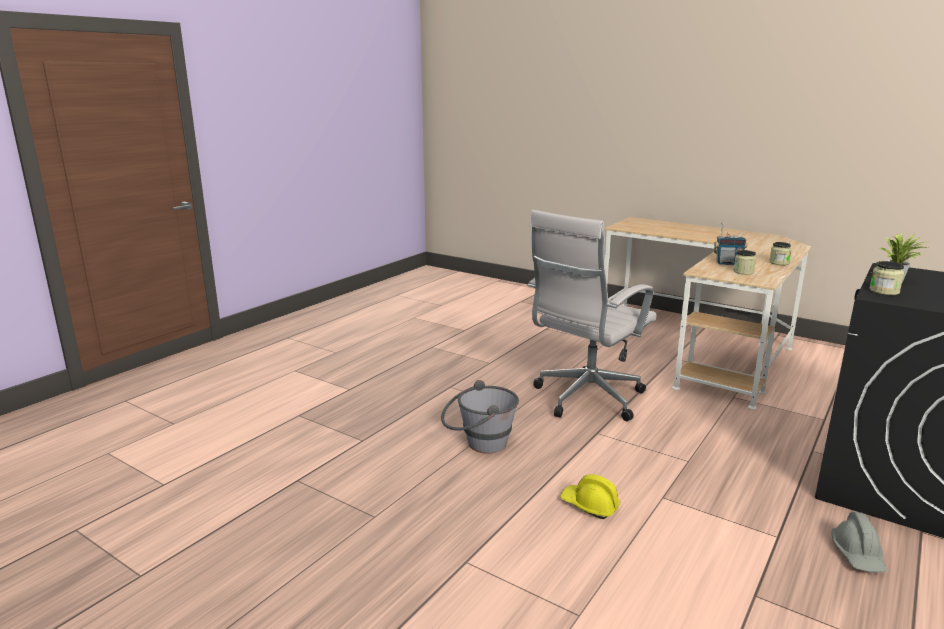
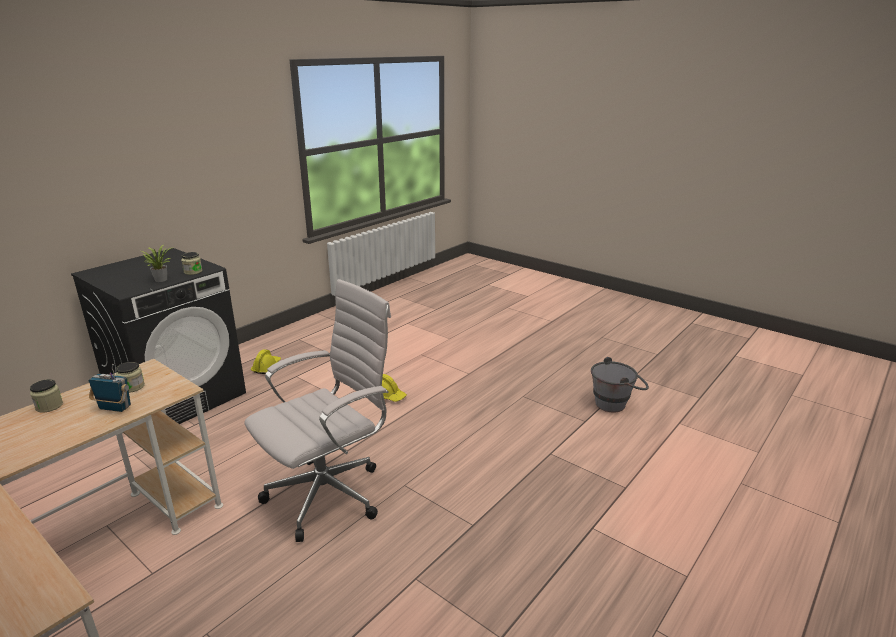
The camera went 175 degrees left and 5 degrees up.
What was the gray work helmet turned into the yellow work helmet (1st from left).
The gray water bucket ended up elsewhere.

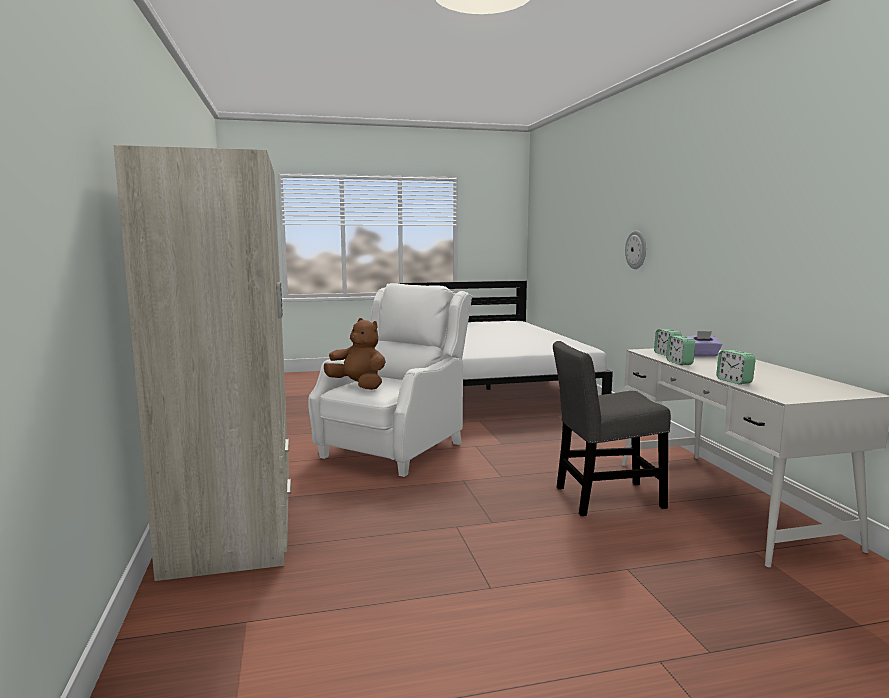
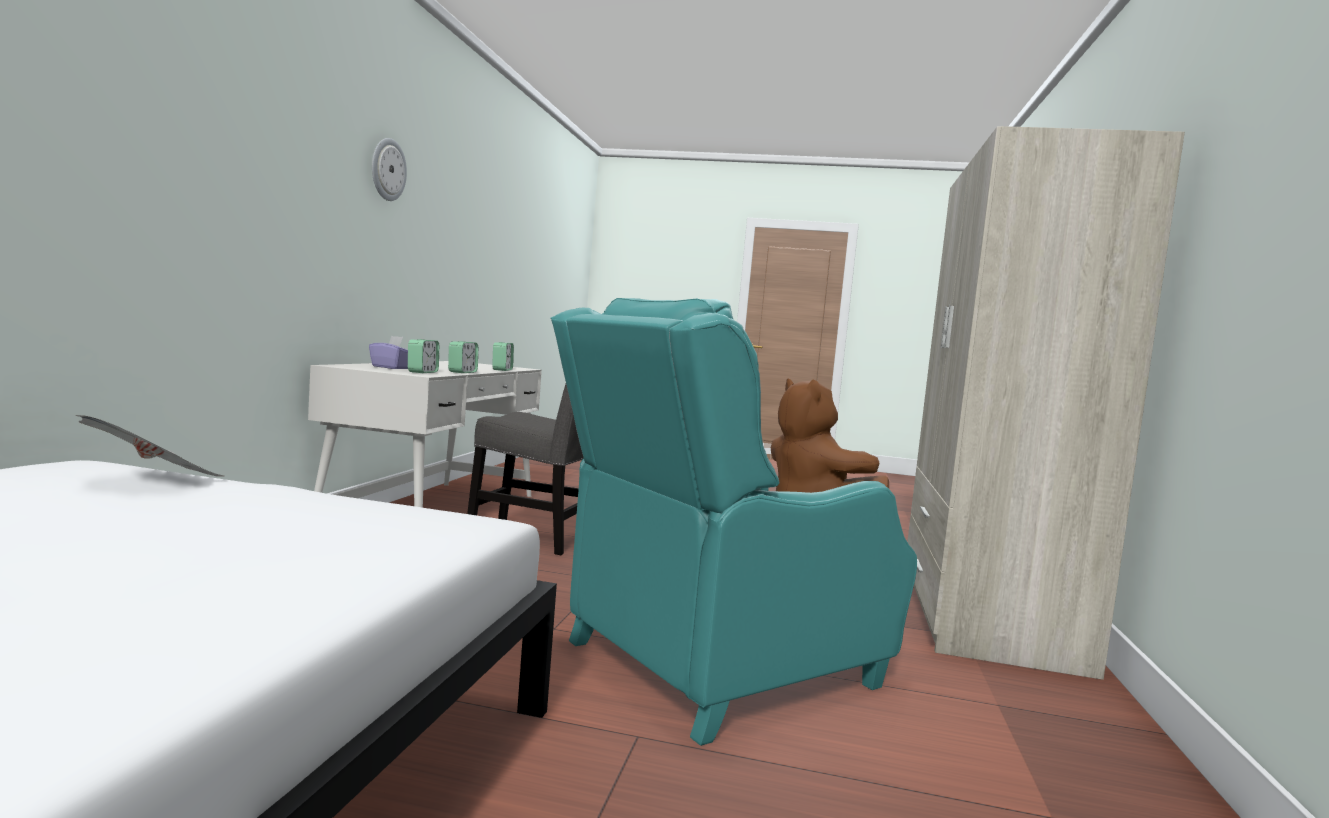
The camera went 155 degrees left and 5 degrees down.
The second view gained the newspaper.
The clock on the wall ended up elsewhere.
What was the white lounge chair turned into the blue-green lounge chair.

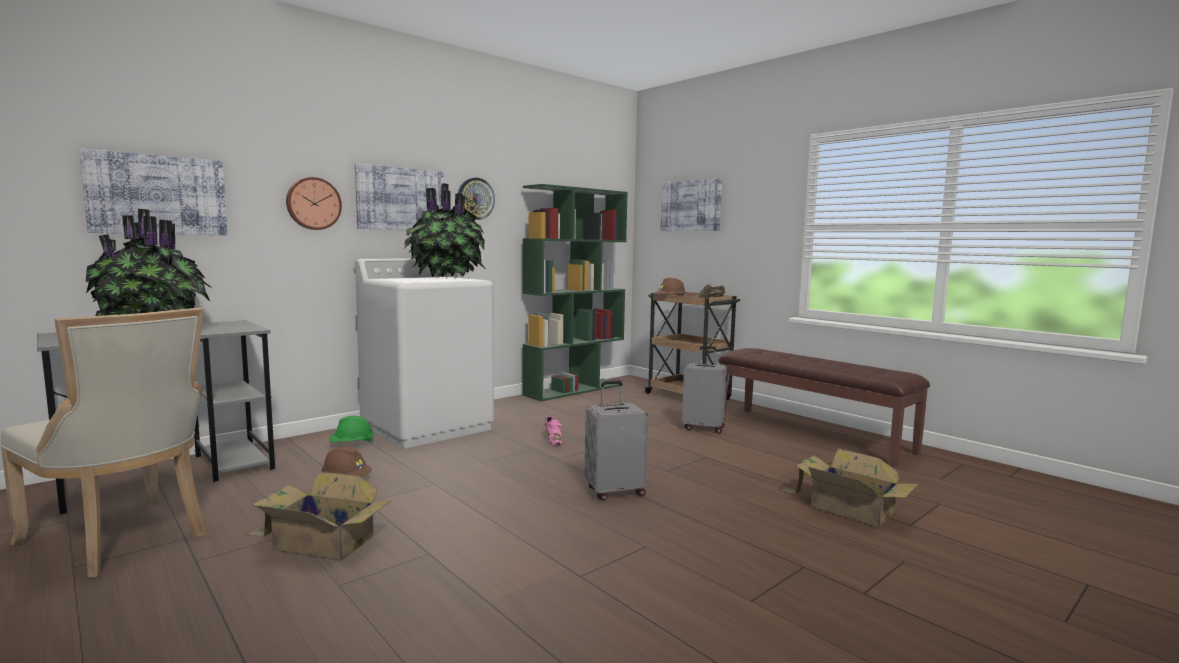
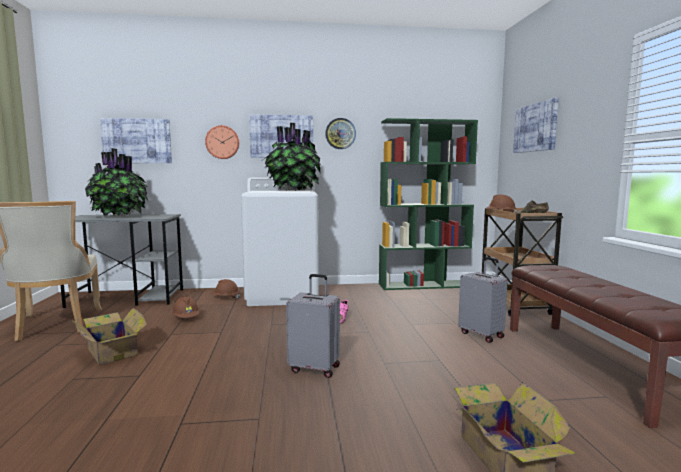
The camera went 35 degrees right and 0 degrees up.
What was the green-coloured work helmet turned into the brownish work helmet (2nd from left).

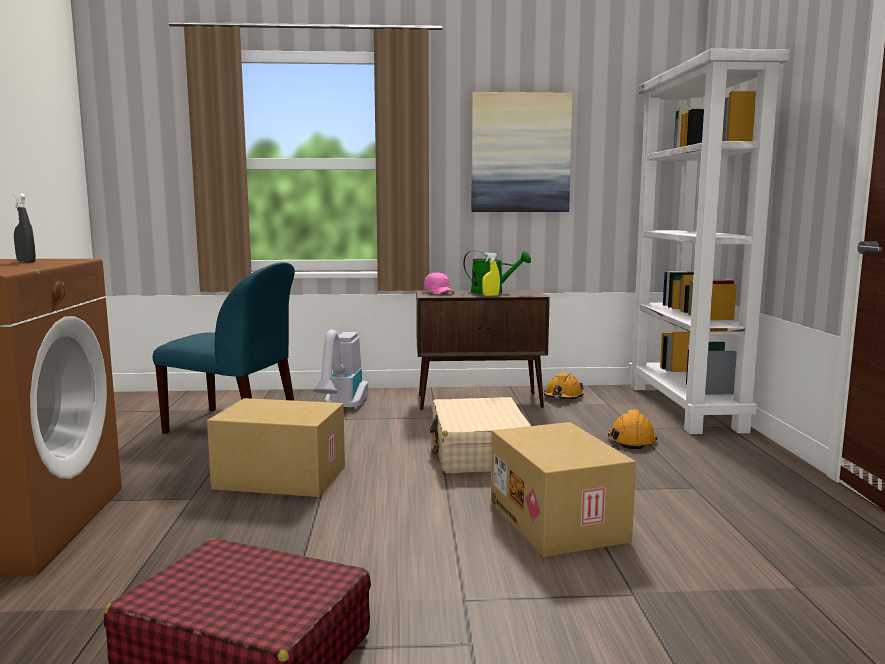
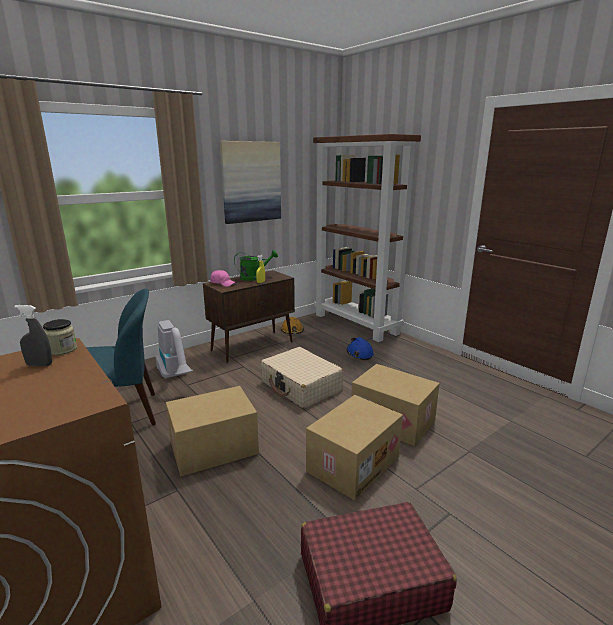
The camera went 35 degrees left and 10 degrees up.
The second view gained the jar.
The second view gained the cardboard box (2nd from left).
What was the white shelving unit turned into the brownish shelving unit.
What was the orange work helmet (2nd from left) turned into the blue work helmet.

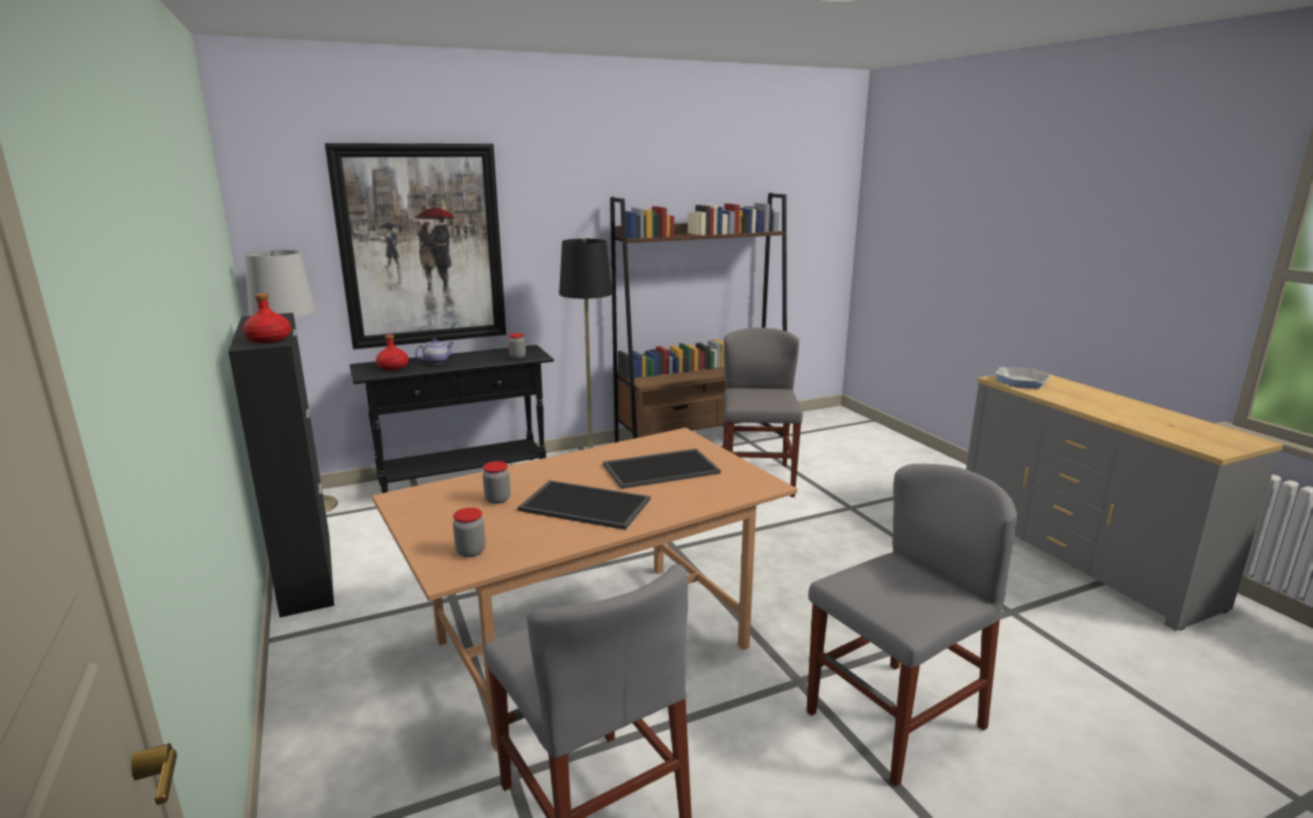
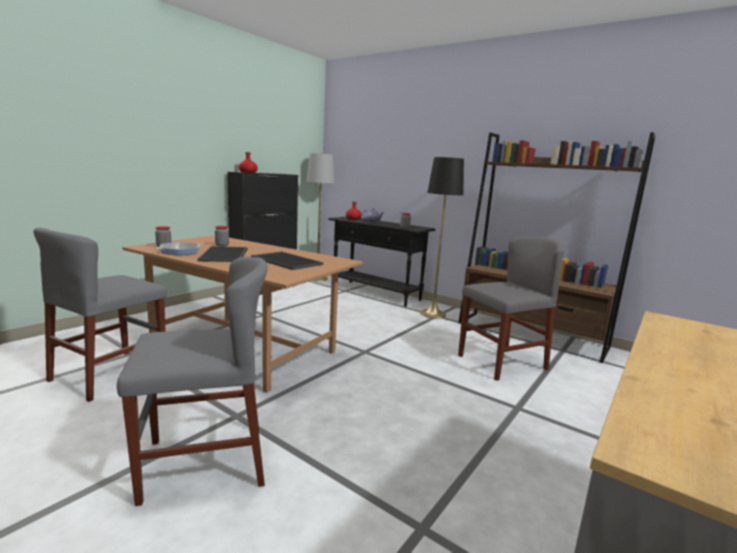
The camera went 60 degrees right and 5 degrees down.
The gray chair (3rd from left in the first image) ended up facing another way, 45 degrees counterclockwise from before.
The frying pan ended up elsewhere.
The second view lost the wall art.

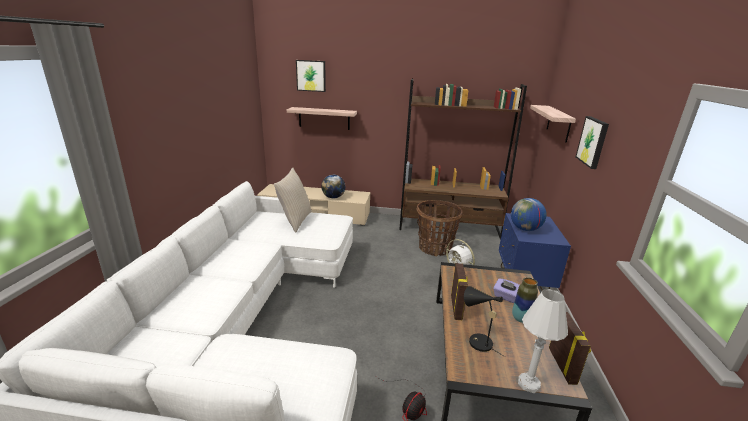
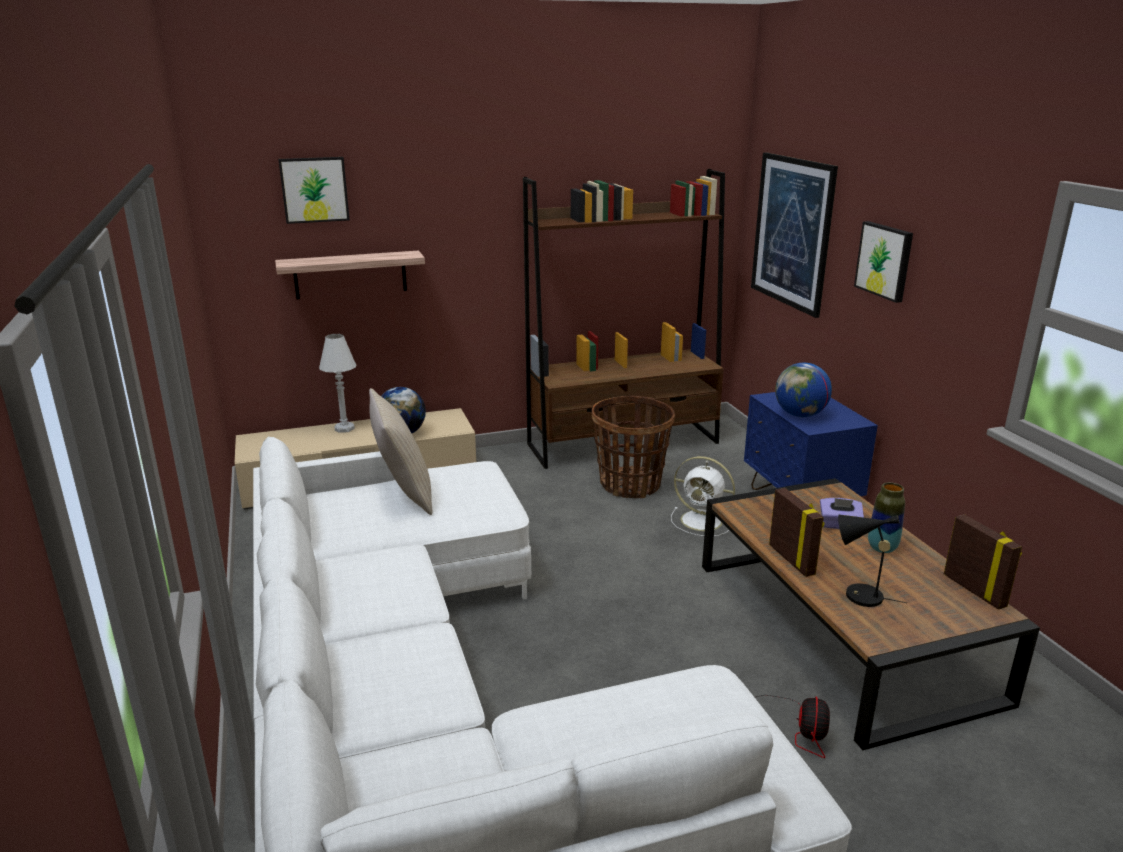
The camera went 25 degrees left and 0 degrees up.
The white lamp for a table ended up elsewhere.
Where the shelf (2nd from left) hung, the wall art (2nd from left) came to hang.

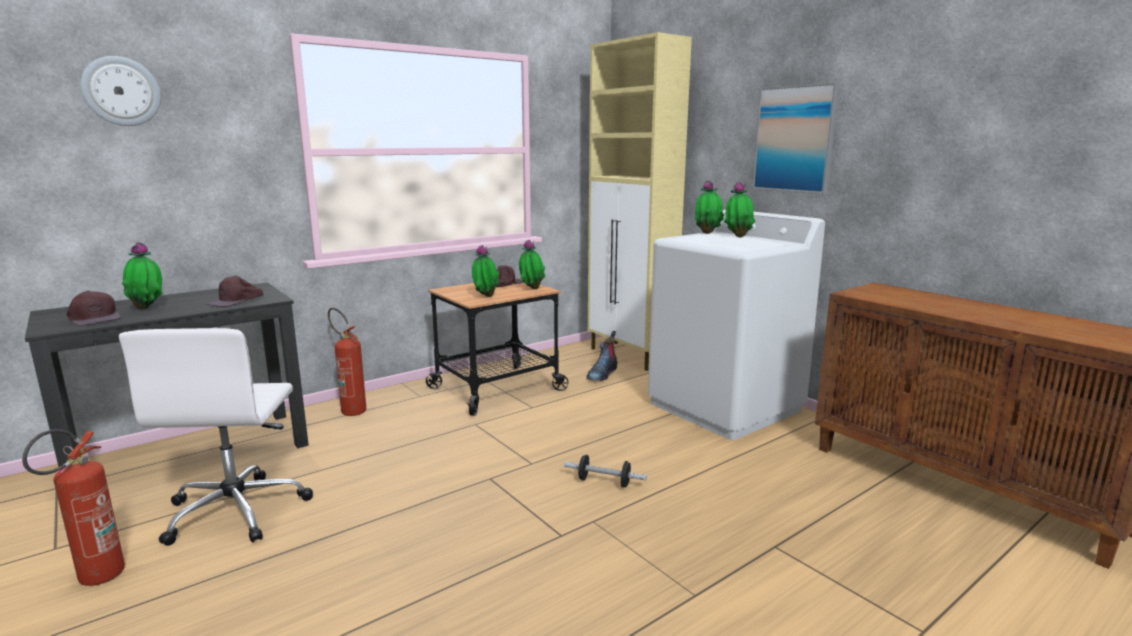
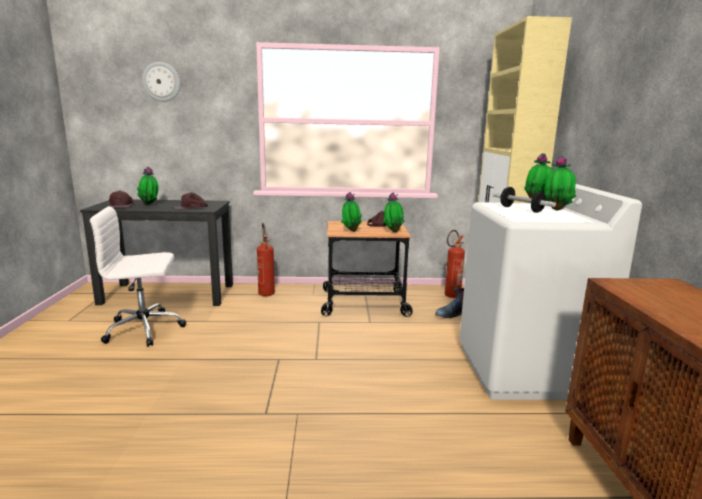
The camera went 35 degrees right and 0 degrees up.
The white desk chair ended up facing another way, 45 degrees clockwise from before.
The fire-fighting cylinder (1st from left in the first image) ended up elsewhere.
The dumbbell ended up elsewhere.
The second view lost the wall art.

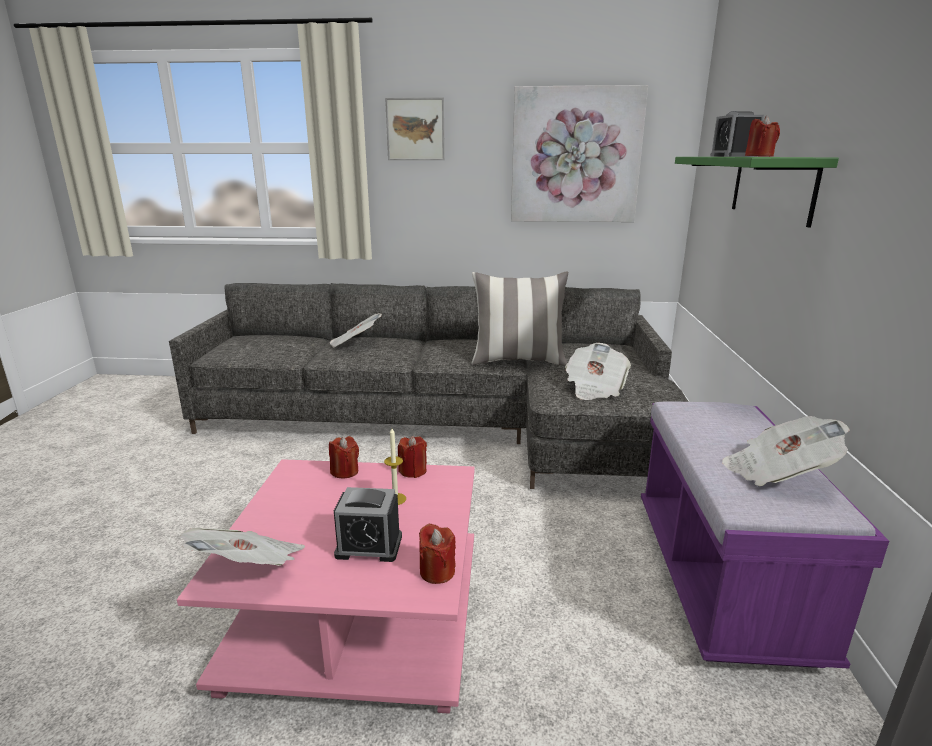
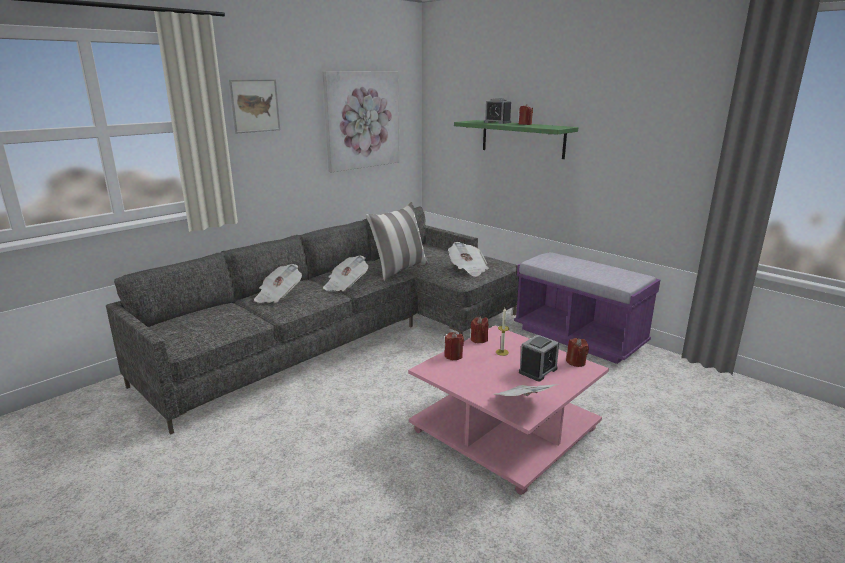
The camera went 50 degrees left and 0 degrees up.
The newspaper (4th from left in the first image) ended up elsewhere.

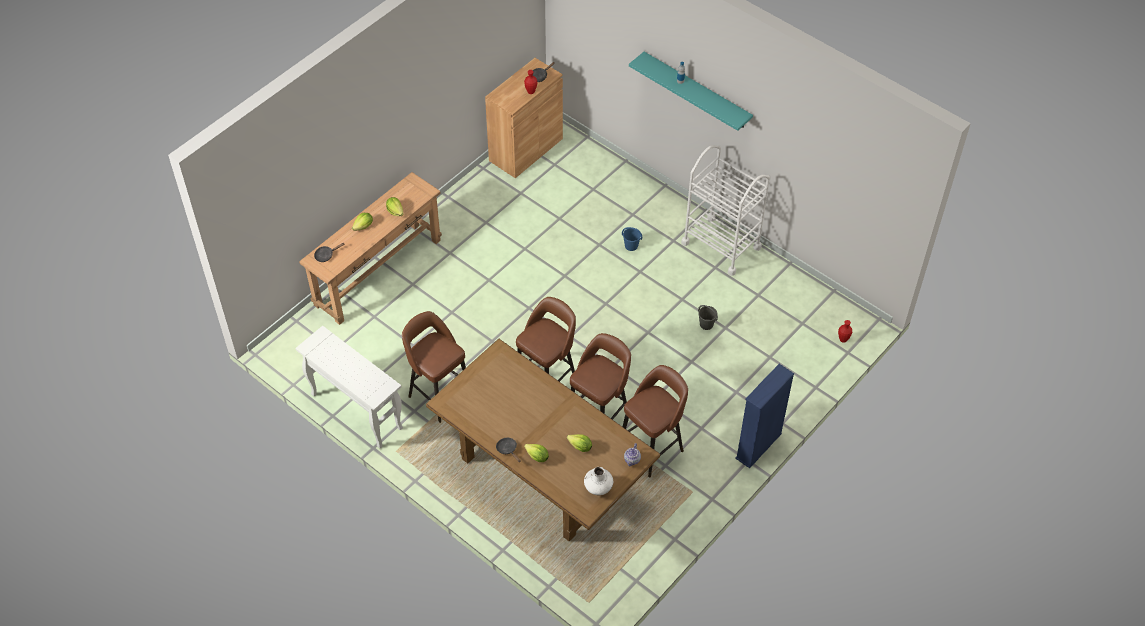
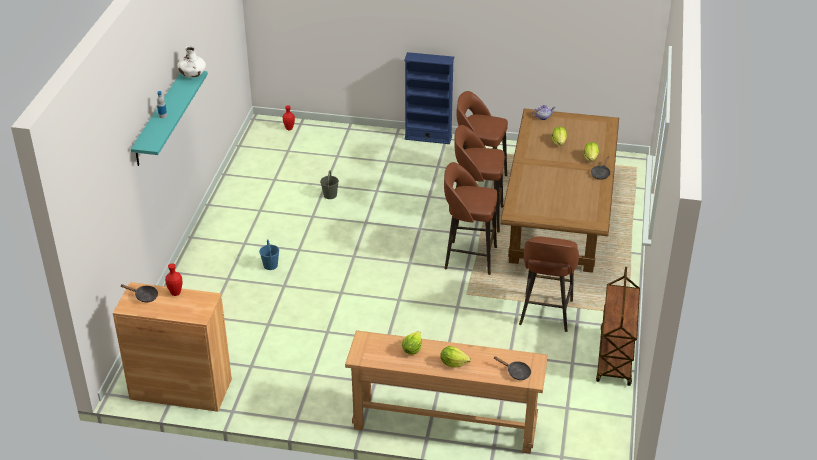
The camera went 120 degrees left and 15 degrees down.
The white decorative vase ended up elsewhere.
Where the white narrow table stood, the brownish trolley came to stand.
The second view lost the white trolley.

